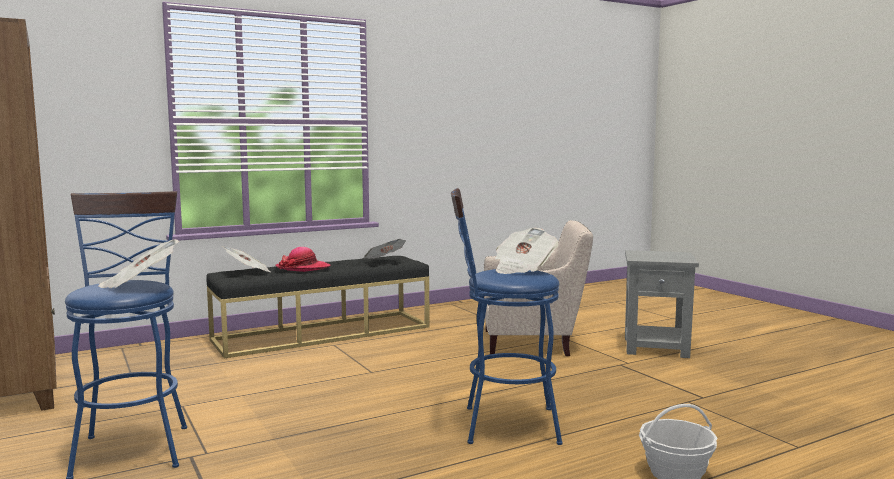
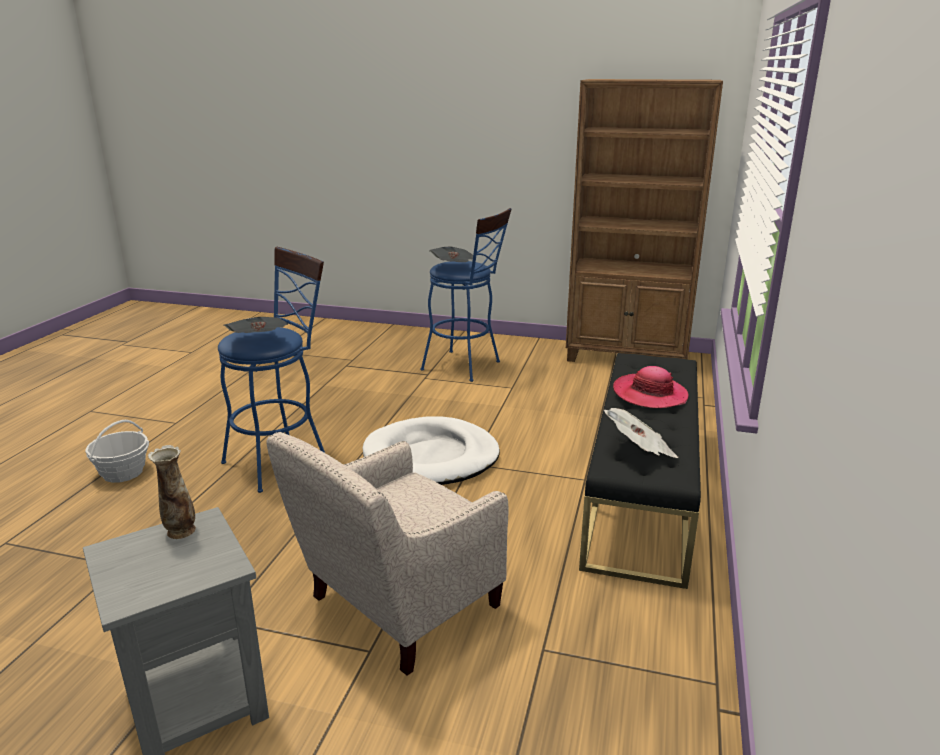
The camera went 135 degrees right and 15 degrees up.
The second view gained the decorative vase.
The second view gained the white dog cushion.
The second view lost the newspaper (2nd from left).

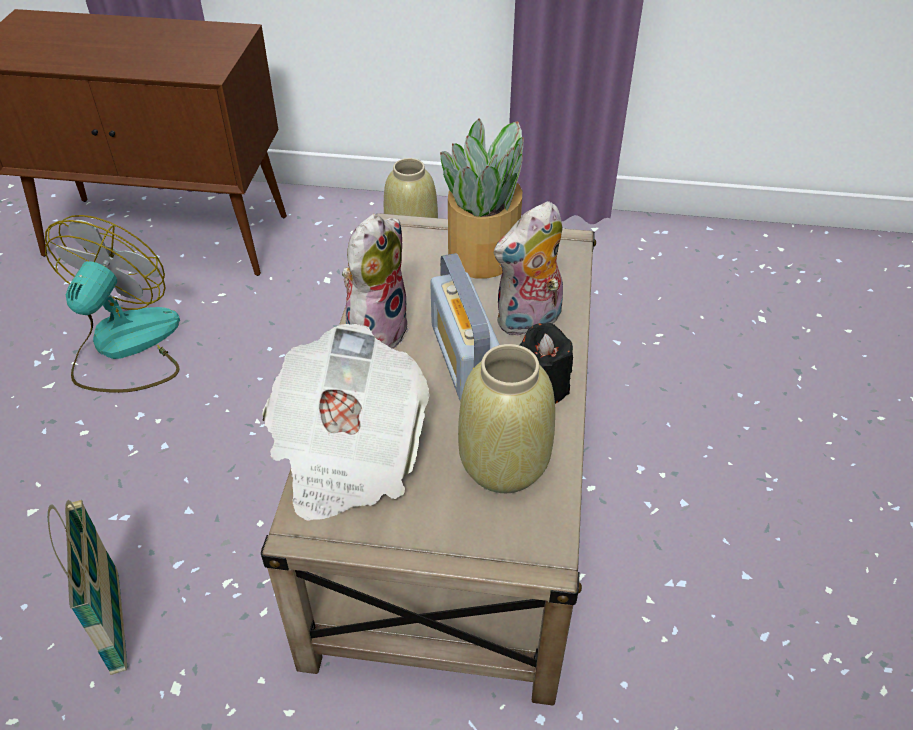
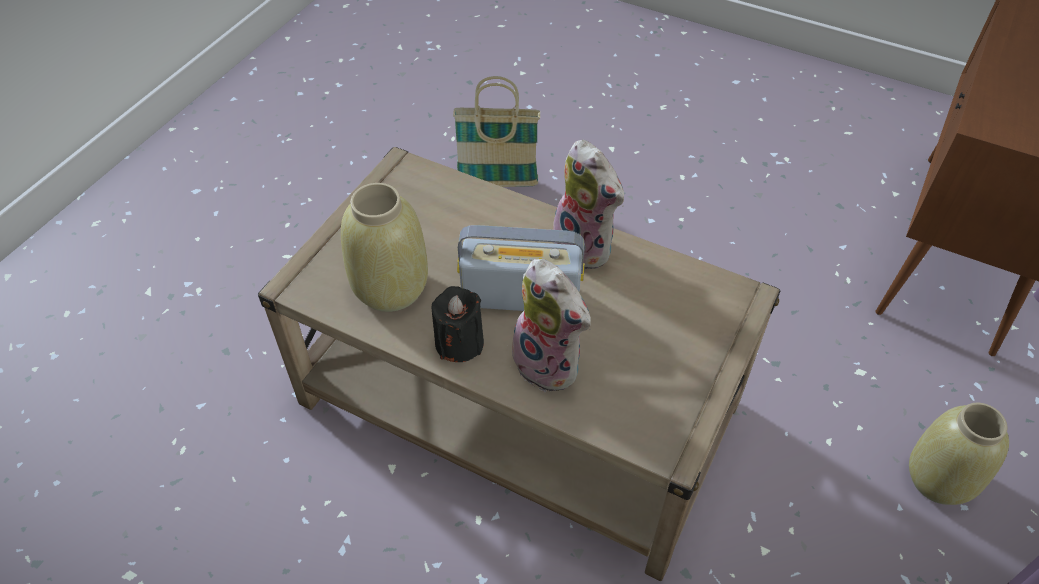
The camera went 110 degrees right and 5 degrees up.
The plush toy (2nd from left in the first image) ended up facing another way, 150 degrees clockwise from before.
The second view lost the electric fan.
The second view lost the newspaper.
The second view lost the houseplant.

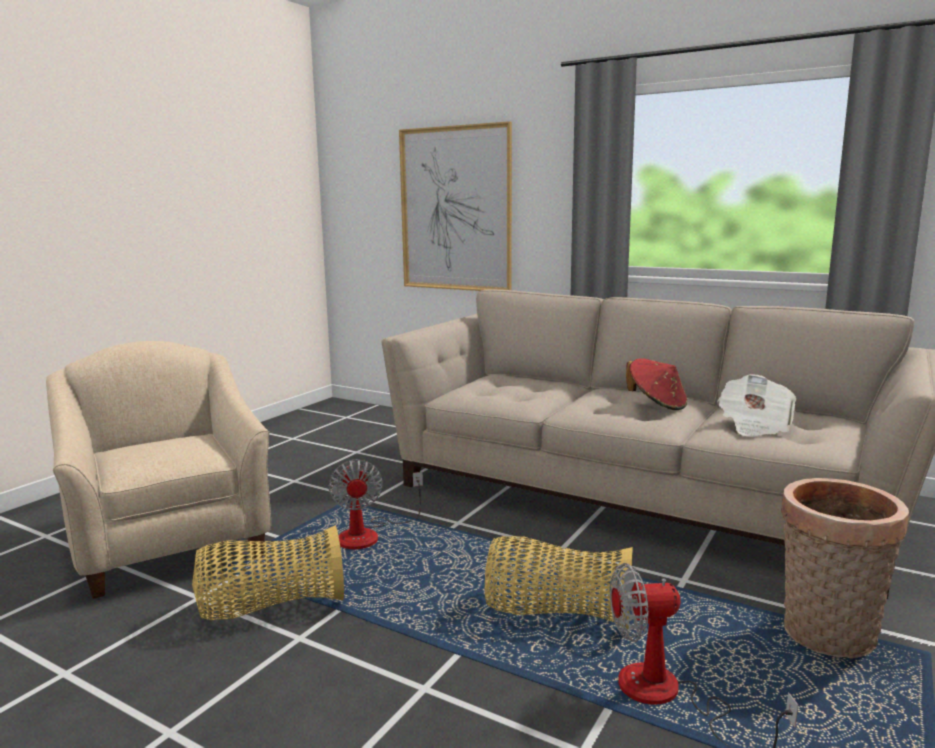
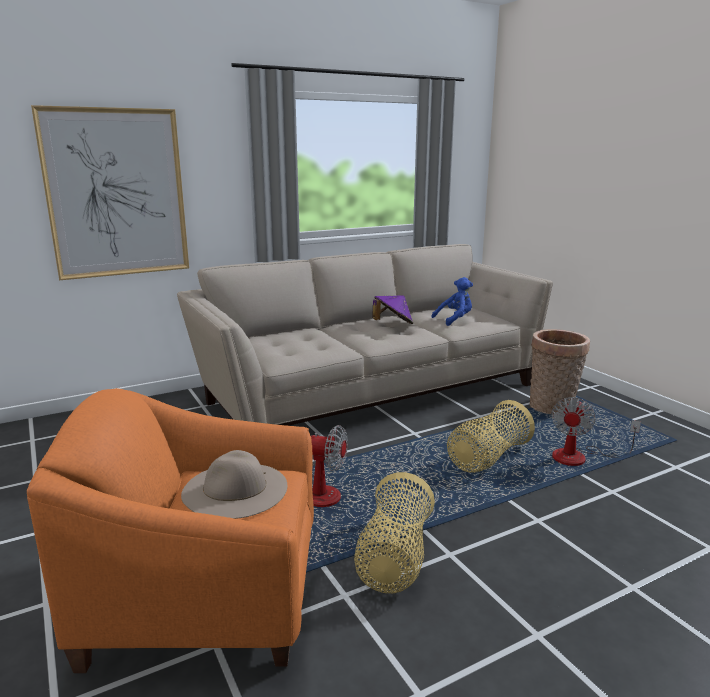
The camera went 60 degrees left and 5 degrees up.
What was the beige lounge chair turned into the orange lounge chair.
The second view gained the beige wearable hat.
What was the red-coloured wearable hat turned into the purple wearable hat.
Where the newspaper stood, the blue plush toy came to stand.

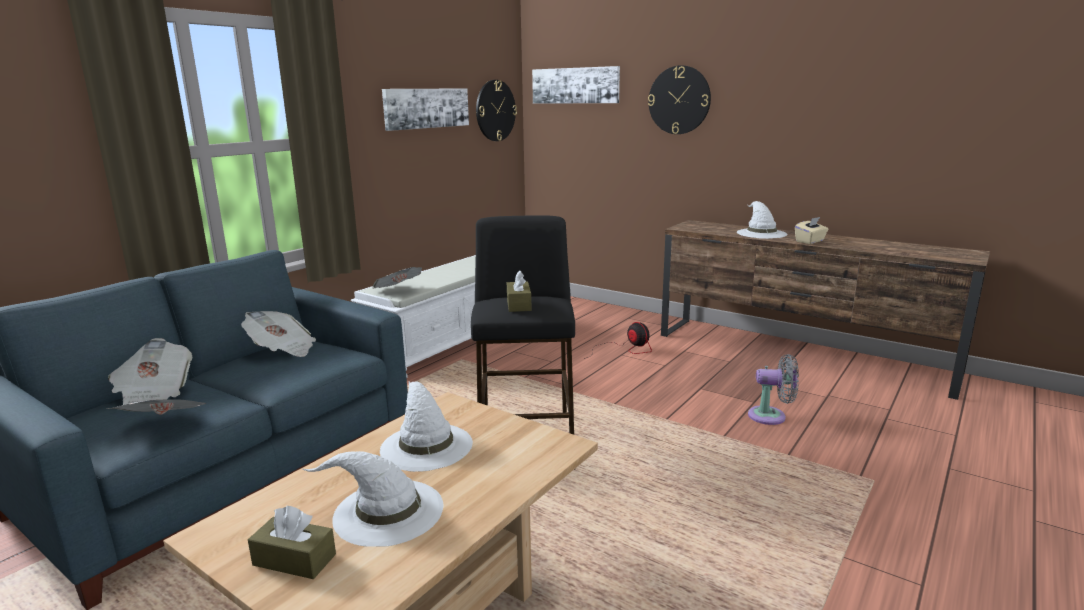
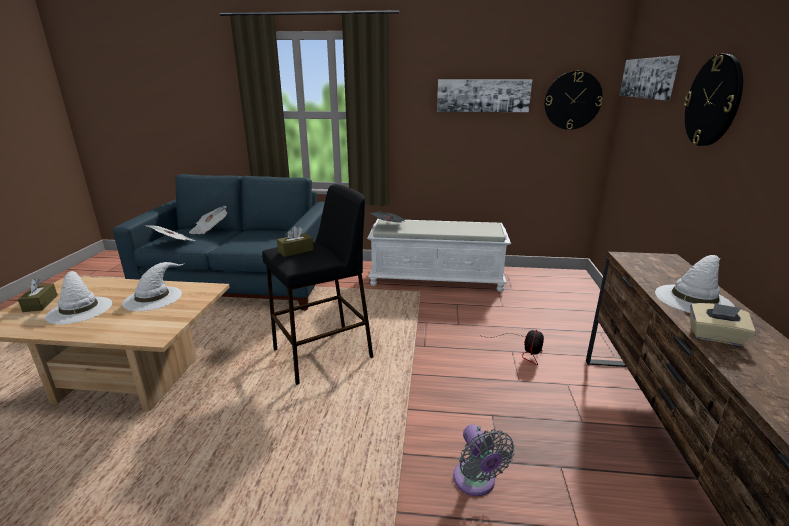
The camera went 60 degrees right and 5 degrees up.
The second view lost the newspaper (3rd from left).

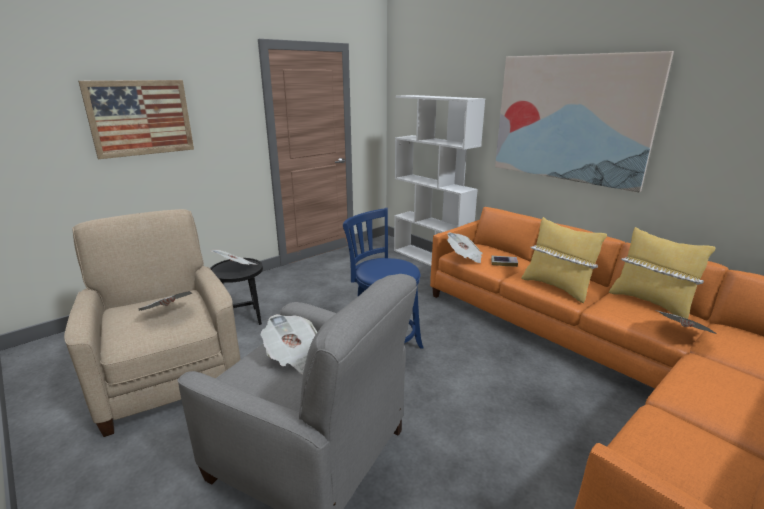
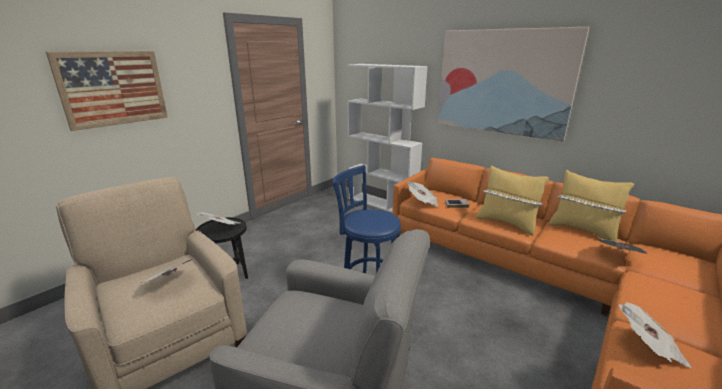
The camera went 10 degrees left and 0 degrees up.
The newspaper (3rd from left in the first image) ended up elsewhere.

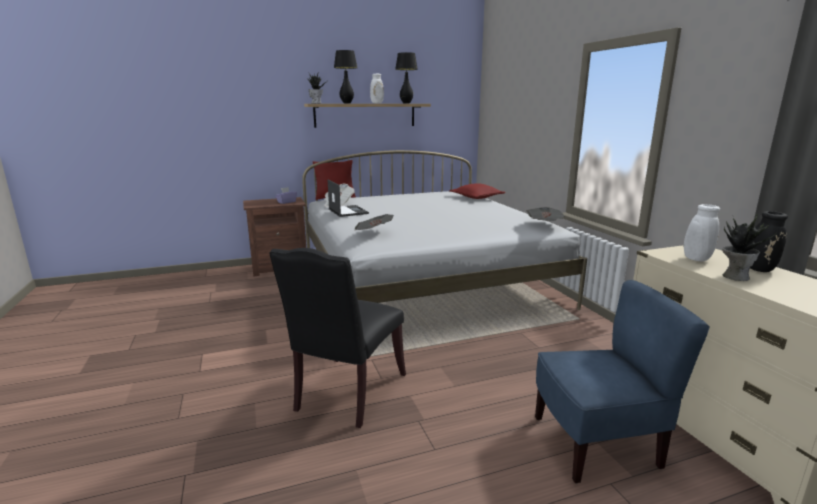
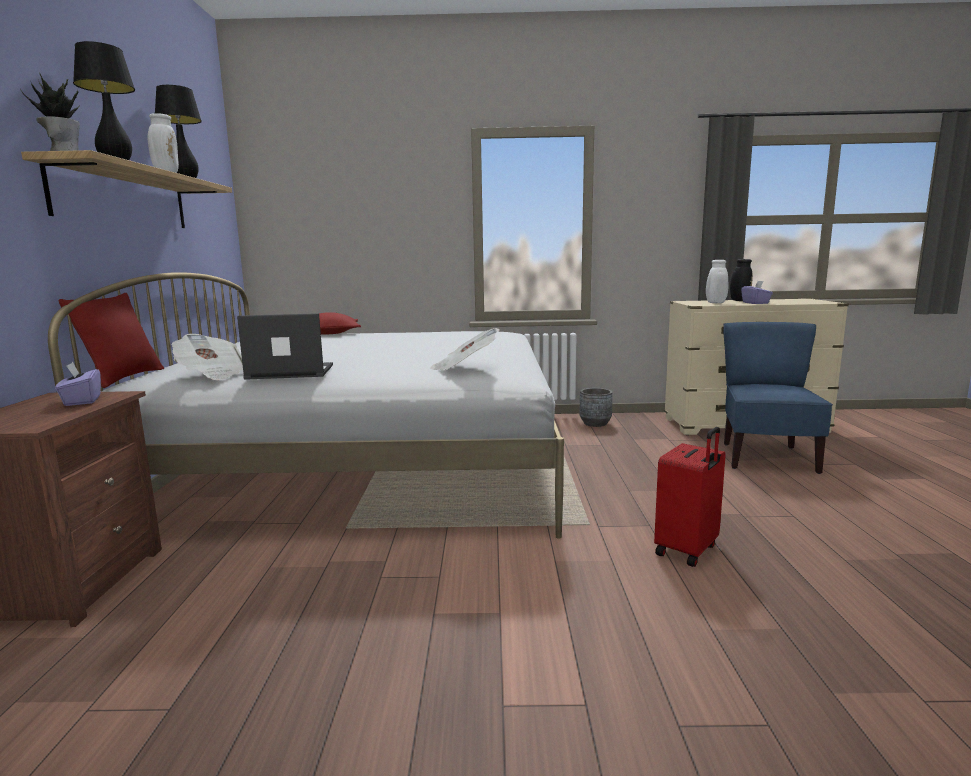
The camera went 70 degrees left and 5 degrees down.
The second view gained the gray plant pot.
Where the blackish chair stood, the red-coloured suitcase came to stand.
Where the houseplant (2nd from left) stood, the purple box of tissues (2nd from left) came to stand.
The second view lost the newspaper (3rd from left).

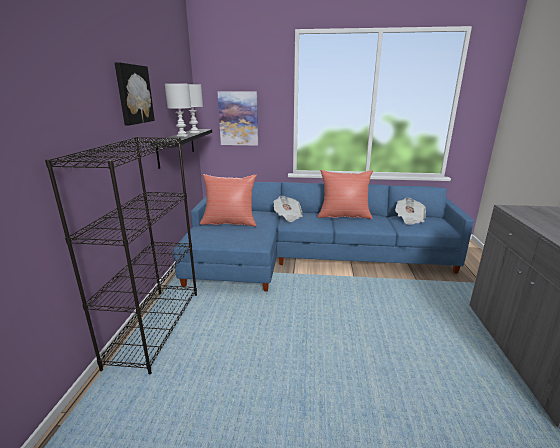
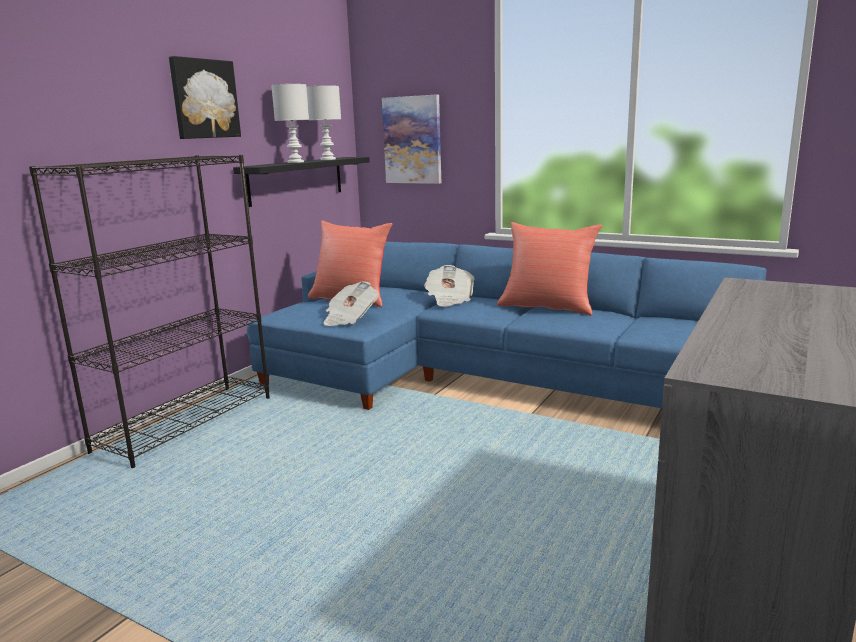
The camera went 25 degrees right and 5 degrees down.
The newspaper (2nd from left in the first image) ended up elsewhere.

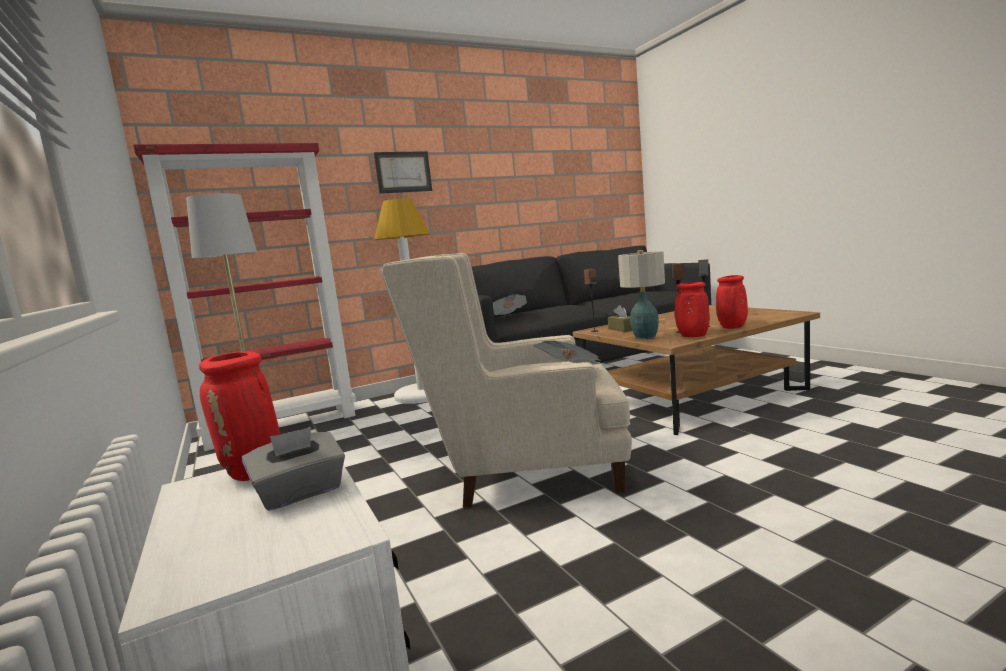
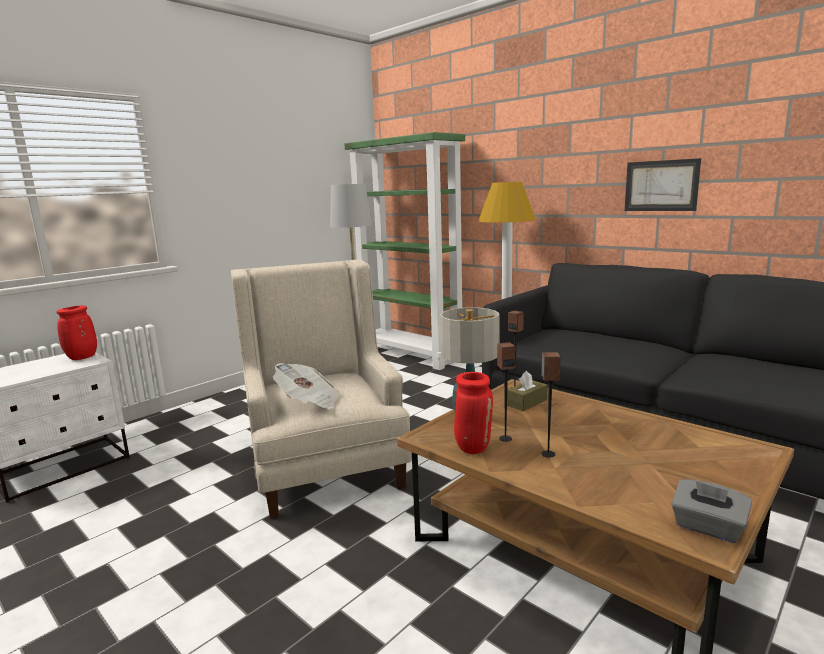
The camera went 70 degrees right and 5 degrees up.
What was the red-coloured shelving unit turned into the green-coloured shelving unit.
The wall art ended up elsewhere.
The gray box of tissues ended up elsewhere.
The second view lost the newspaper (1st from left).
The second view lost the red-coloured decorative vase (3rd from left).

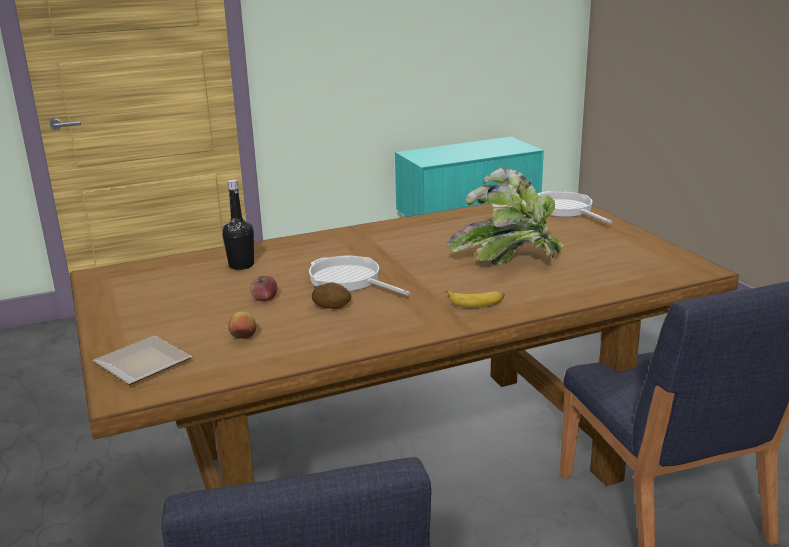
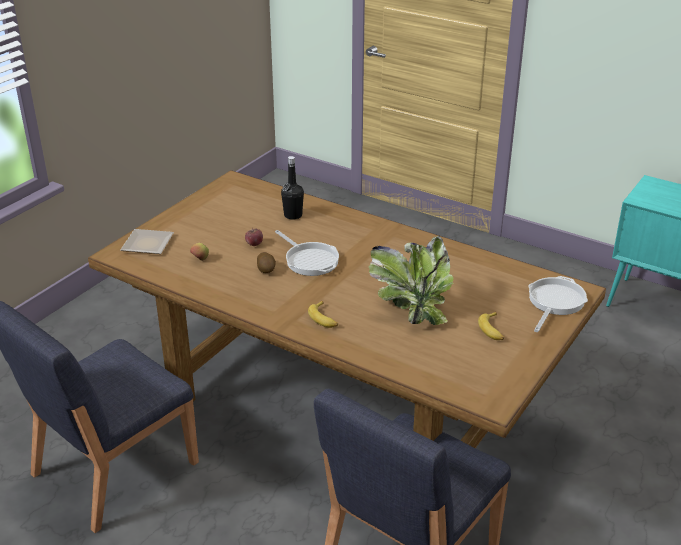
The camera went 55 degrees right and 10 degrees up.
The frying pan (1st from left) ended up facing another way, 135 degrees clockwise from before.
The second view gained the banana fruit (2nd from left).

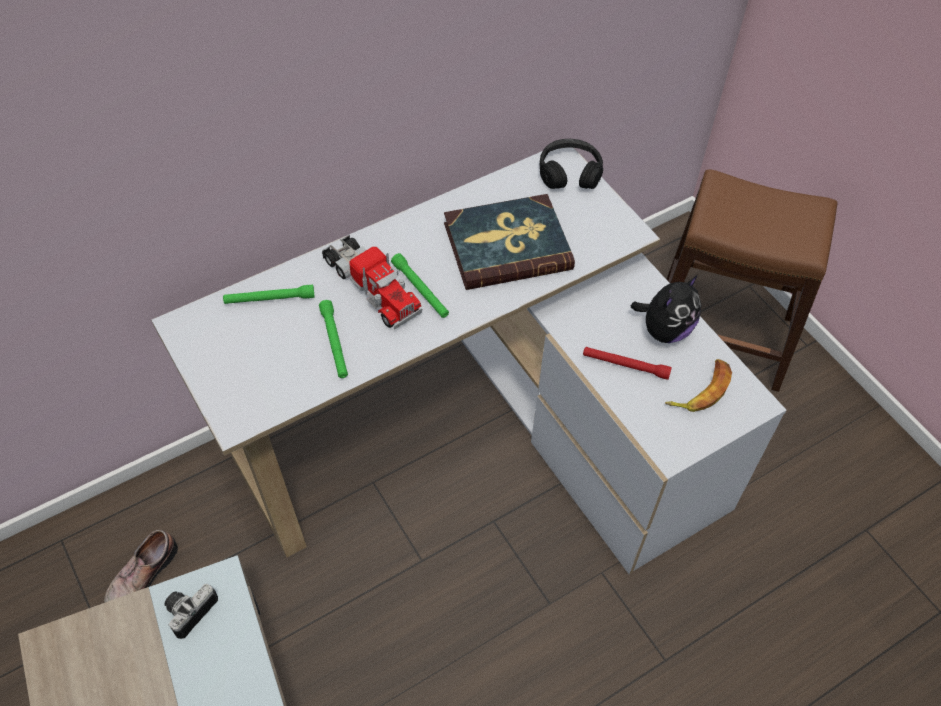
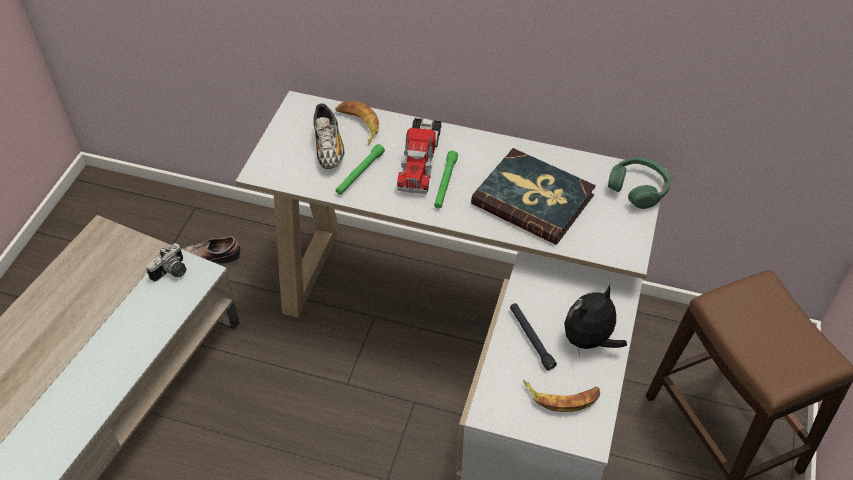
The camera went 50 degrees right and 5 degrees down.
The still camera ended up facing another way, 135 degrees clockwise from before.
The second view gained the item of footwear (2nd from left).
Where the green-coloured hand torch (1st from left) stood, the banana fruit (1st from left) came to stand.
What was the red-coloured hand torch turned into the blackish hand torch.
The plush toy ended up facing another way, 135 degrees clockwise from before.
What was the blackish headset turned into the green-coloured headset.

